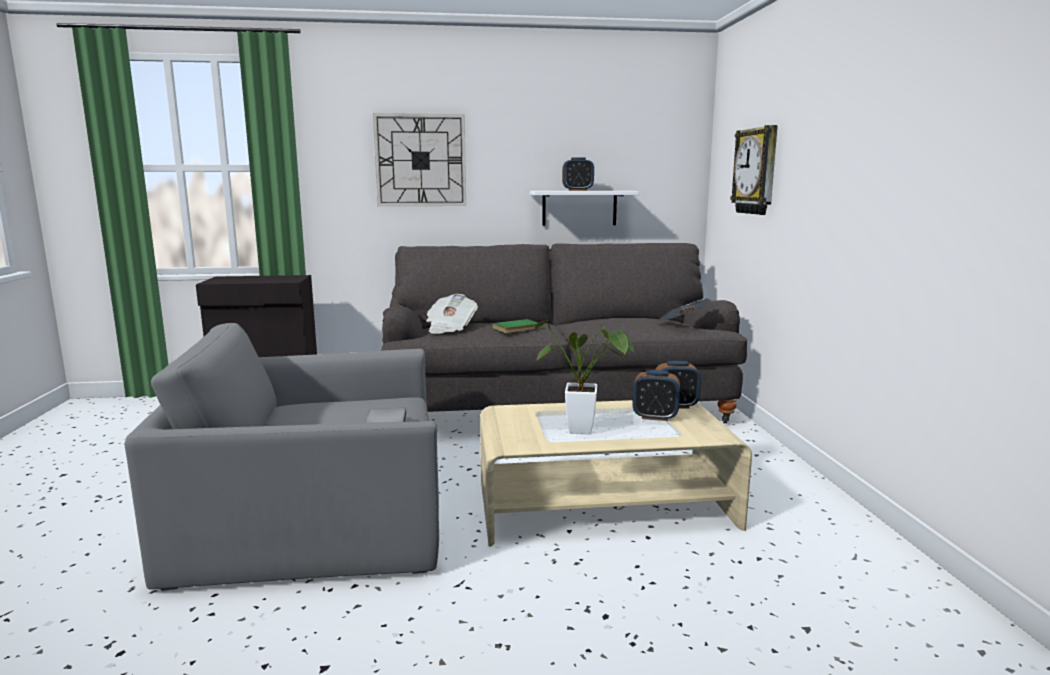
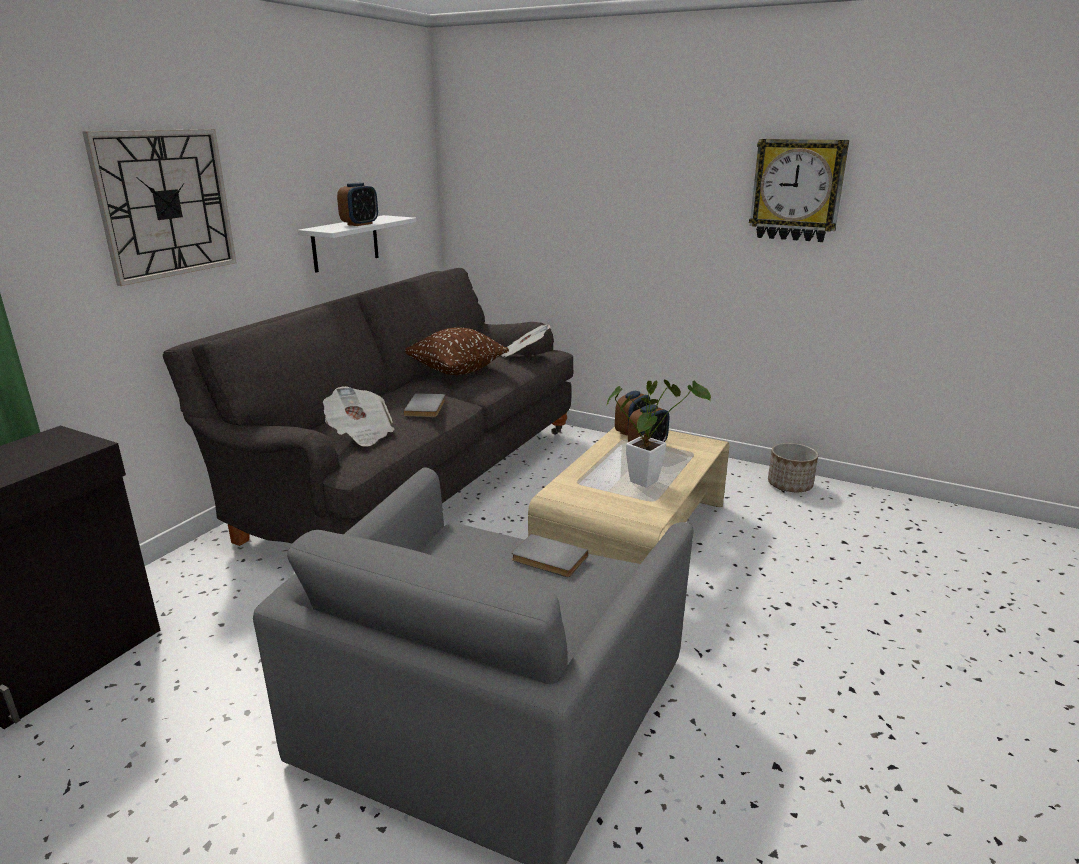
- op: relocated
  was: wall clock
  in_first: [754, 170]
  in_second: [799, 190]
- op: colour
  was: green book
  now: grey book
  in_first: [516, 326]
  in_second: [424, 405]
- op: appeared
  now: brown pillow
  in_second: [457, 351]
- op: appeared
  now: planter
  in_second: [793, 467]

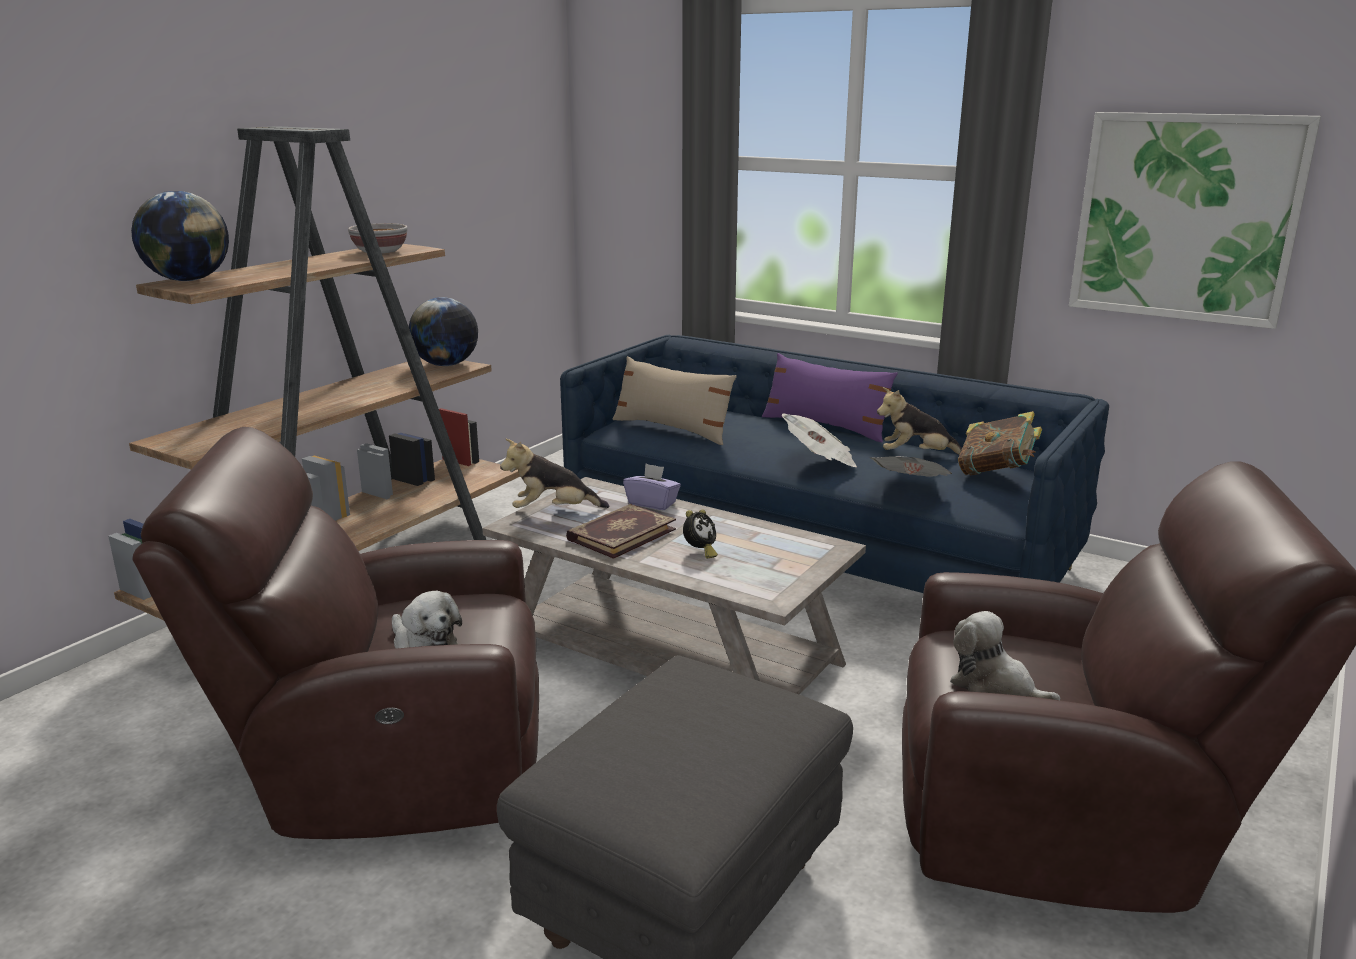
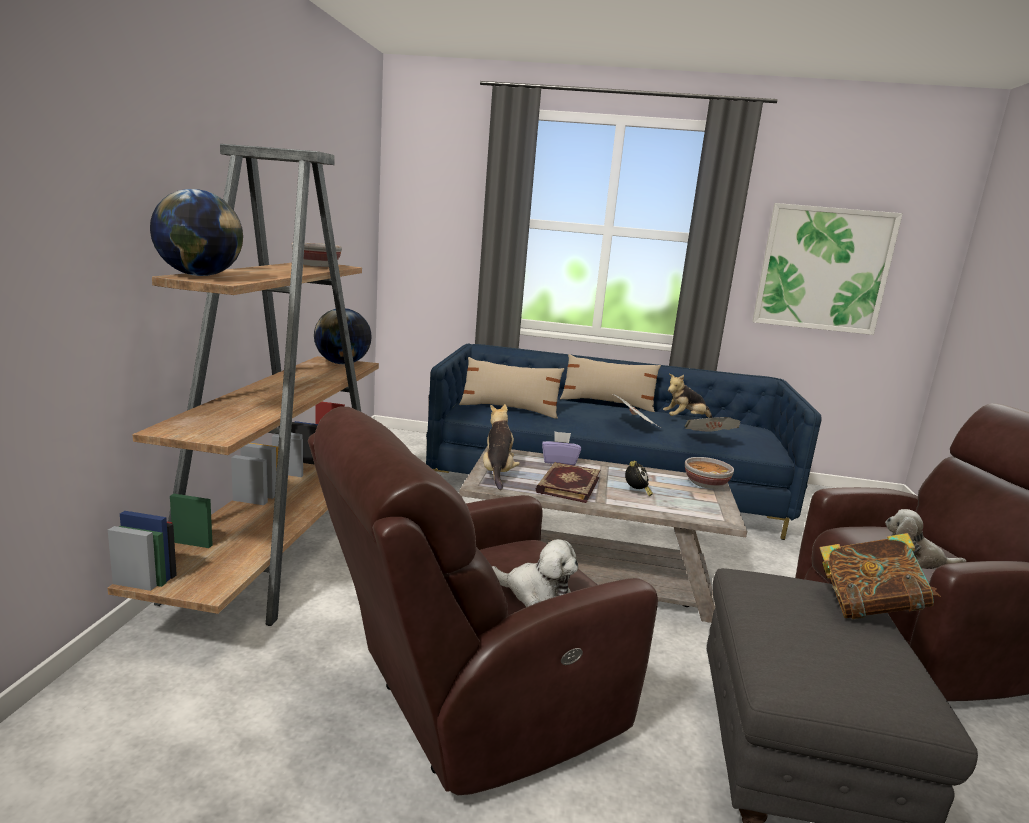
- op: colour
  was: purple pillow
  now: beige pillow
  in_first: [830, 397]
  in_second: [610, 383]
- op: relocated
  was: book
  in_first: [1000, 443]
  in_second: [880, 576]
- op: spun
  was: plush toy
  in_first: [554, 473]
  in_second: [501, 447]
  clockwise: 120
- op: appeared
  now: bowl
  in_second: [709, 473]

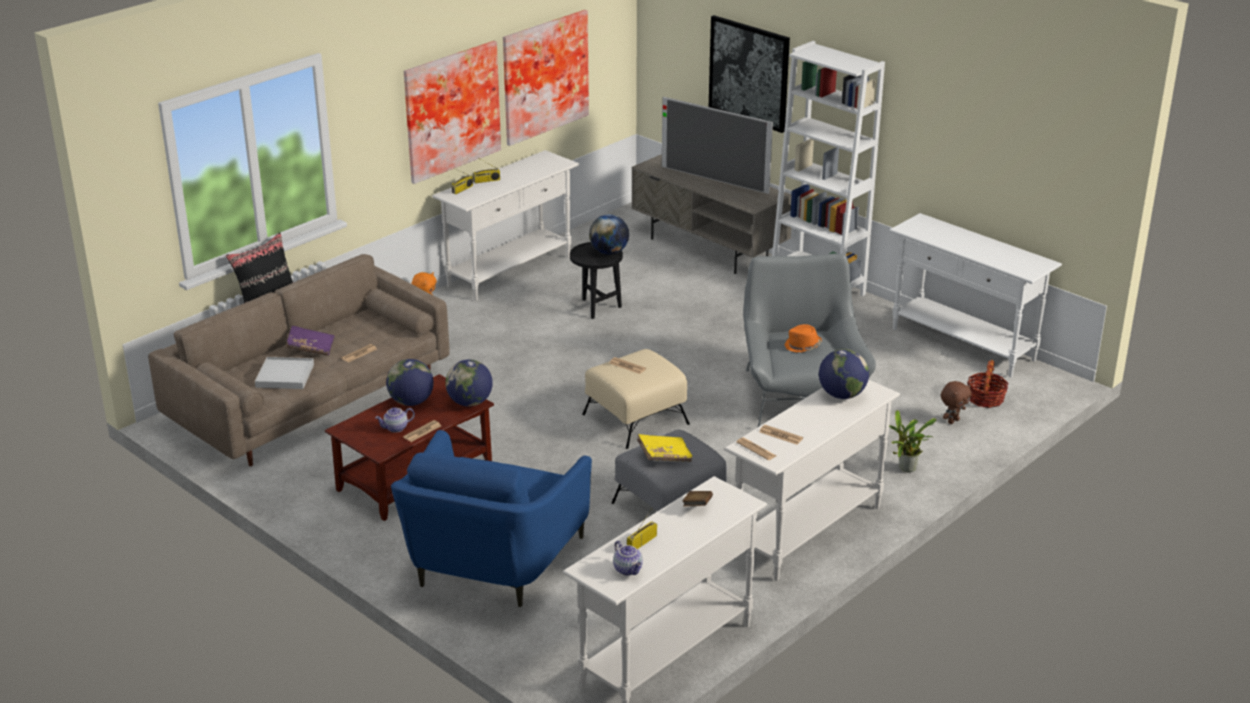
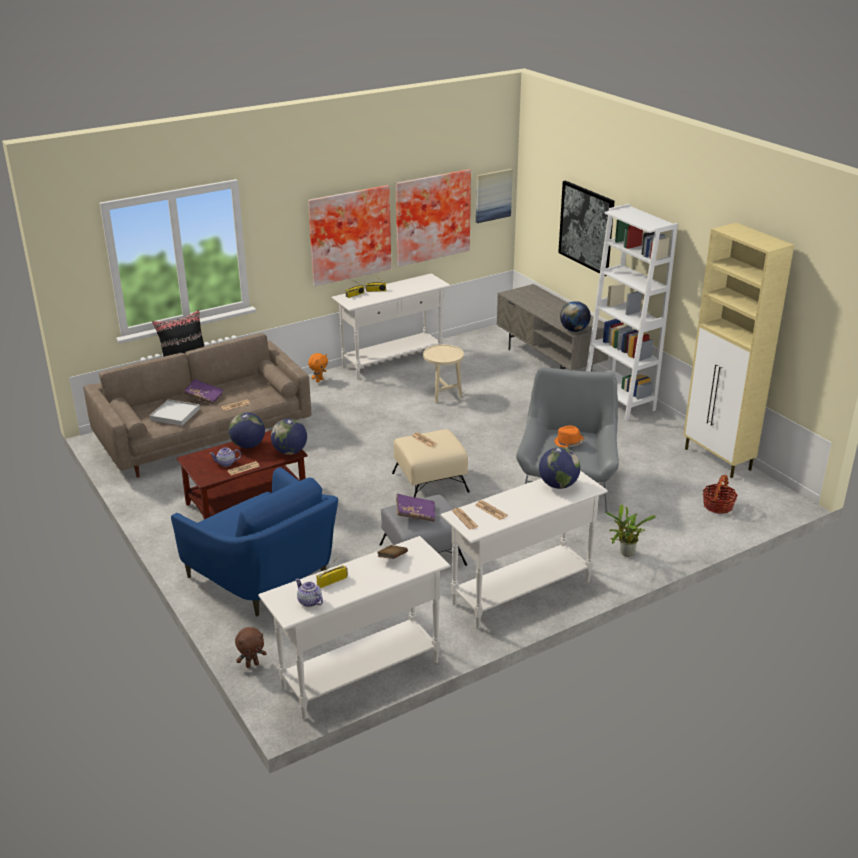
- op: missing
  was: television
  in_first: [717, 145]
- op: exchanged
  was: white console table
  now: beige cabinet
  in_first: [975, 295]
  in_second: [738, 350]
- op: relocated
  was: globe
  in_first: [609, 234]
  in_second: [575, 316]
- op: colour
  was: black side table
  now: beige side table
  in_first: [596, 280]
  in_second: [443, 374]
- op: relocated
  was: brown plush toy
  in_first: [956, 402]
  in_second: [251, 647]
- op: spun
  was: blue armchair
  in_first: [491, 518]
  in_second: [254, 541]
  clockwise: -75
- op: colour
  was: yellow book
  now: purple book
  in_first: [665, 448]
  in_second: [415, 508]
- op: spun
  was: teapot
  in_first: [628, 558]
  in_second: [309, 593]
  clockwise: 150
- op: appeared
  now: picture
  in_second: [494, 196]

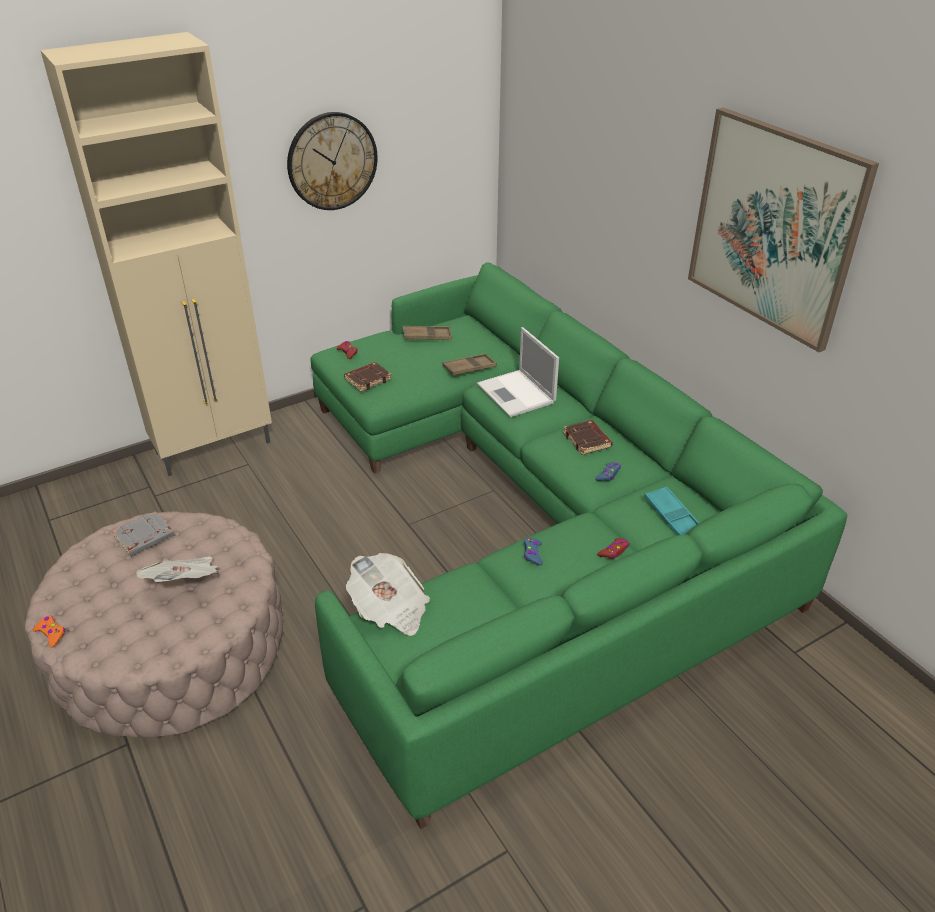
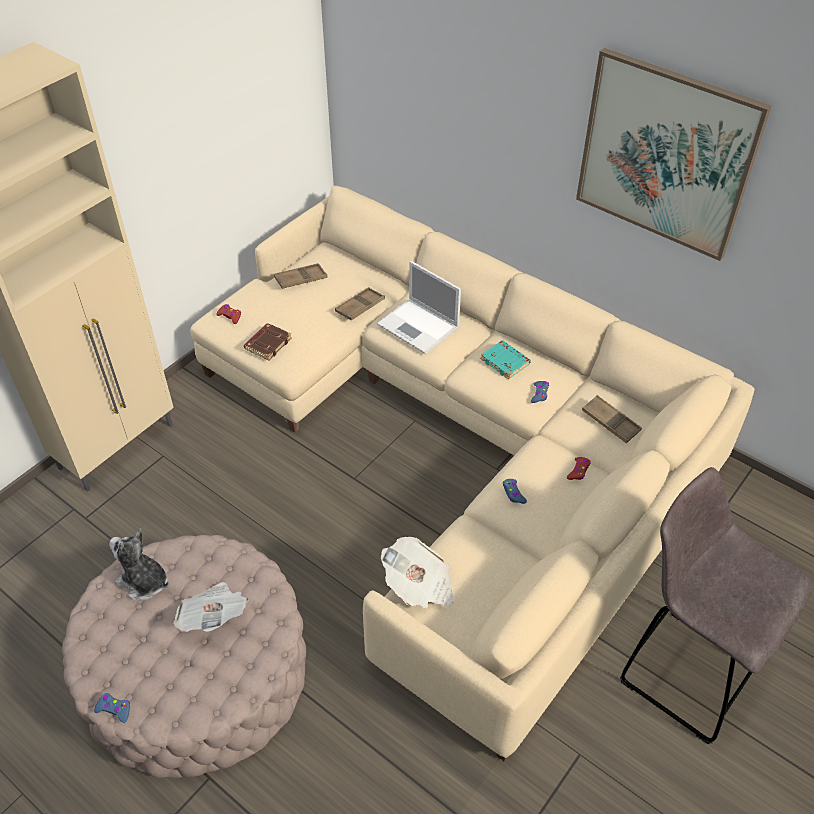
- op: missing
  was: wall clock
  in_first: [332, 161]
- op: colour
  was: green sofa
  now: beige sofa
  in_first: [579, 545]
  in_second: [472, 473]
- op: colour
  was: brown book
  now: turquoise book
  in_first: [588, 437]
  in_second: [506, 359]
- op: colour
  was: turquoise tray
  now: brown tray
  in_first: [671, 510]
  in_second: [612, 419]
- op: exchanged
  was: grey book
  now: plush toy
  in_first: [143, 533]
  in_second: [139, 564]
- op: colour
  was: orange game controller
  now: blue game controller
  in_first: [49, 631]
  in_second: [112, 708]
- op: appeared
  now: grey stool
  in_second: [717, 605]

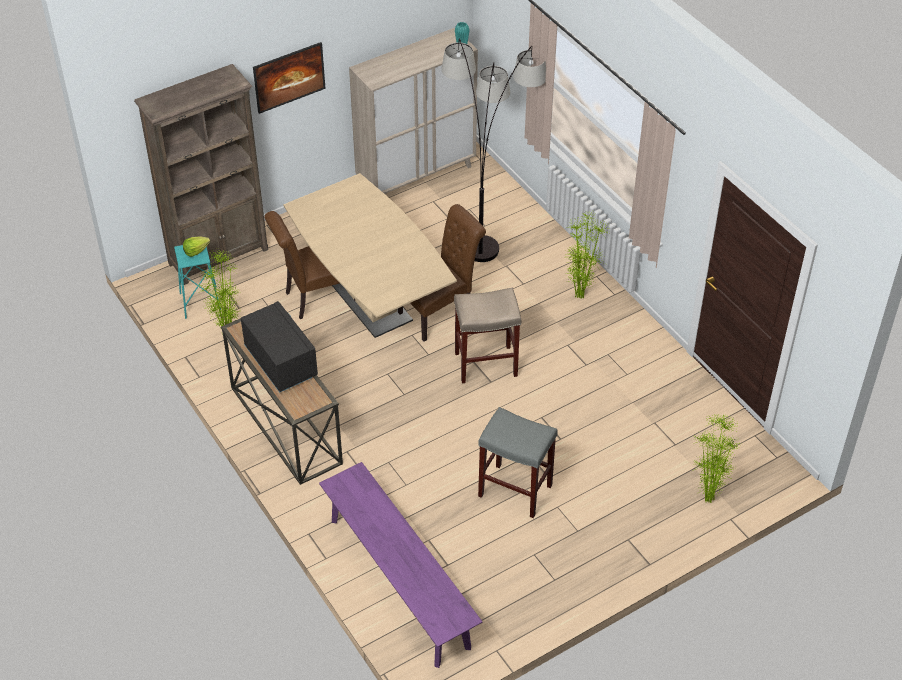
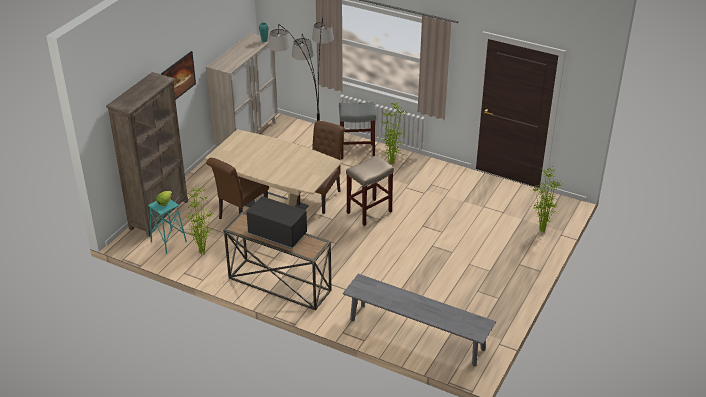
- op: relocated
  was: grey stool
  in_first: [518, 462]
  in_second: [357, 130]
- op: colour
  was: purple bench
  now: grey bench
  in_first: [400, 565]
  in_second: [419, 320]

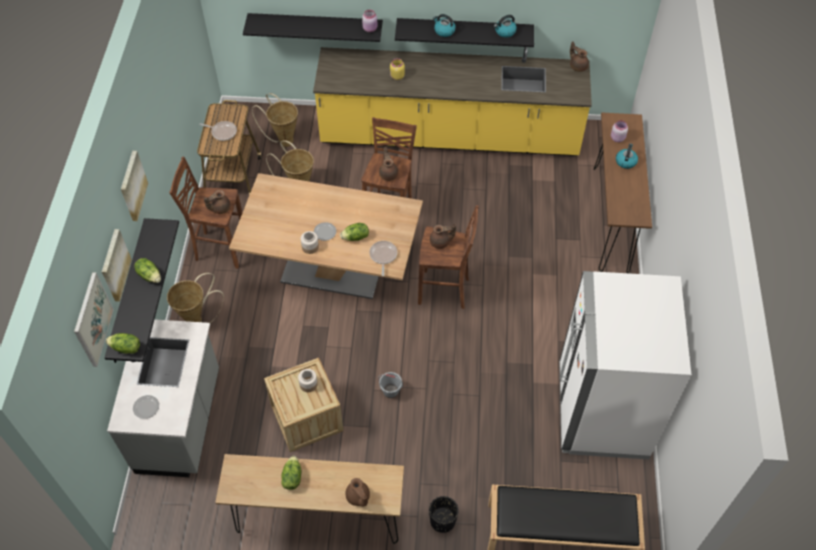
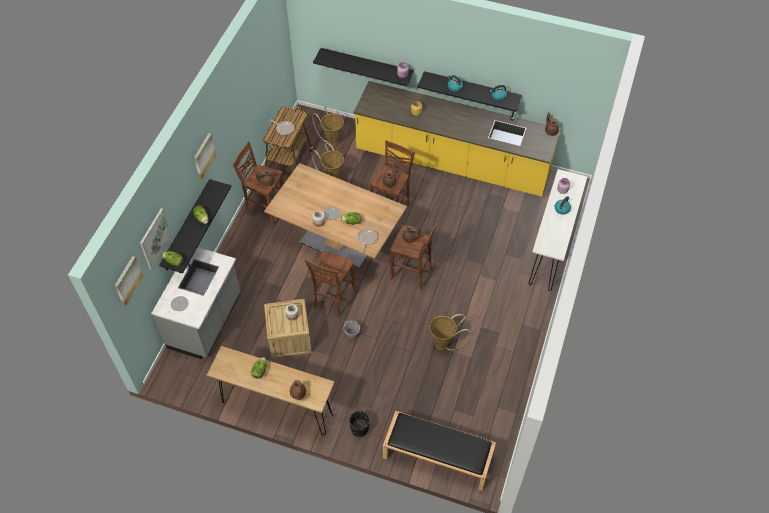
- op: colour
  was: brown console table
  now: white console table
  in_first: [623, 193]
  in_second: [558, 230]
- op: relocated
  was: picture
  in_first: [117, 265]
  in_second: [129, 281]
- op: missing
  was: white fridge
  in_first: [625, 365]
- op: relocated
  was: basket
  in_first: [195, 298]
  in_second: [450, 332]
- op: appeared
  now: brown stool
  in_second: [330, 283]

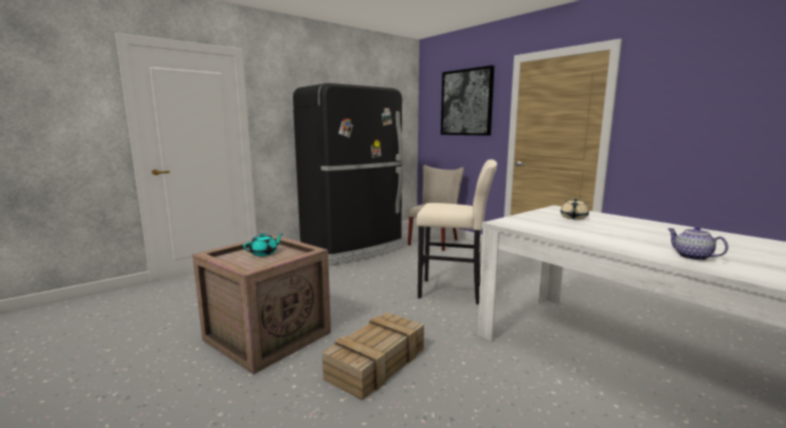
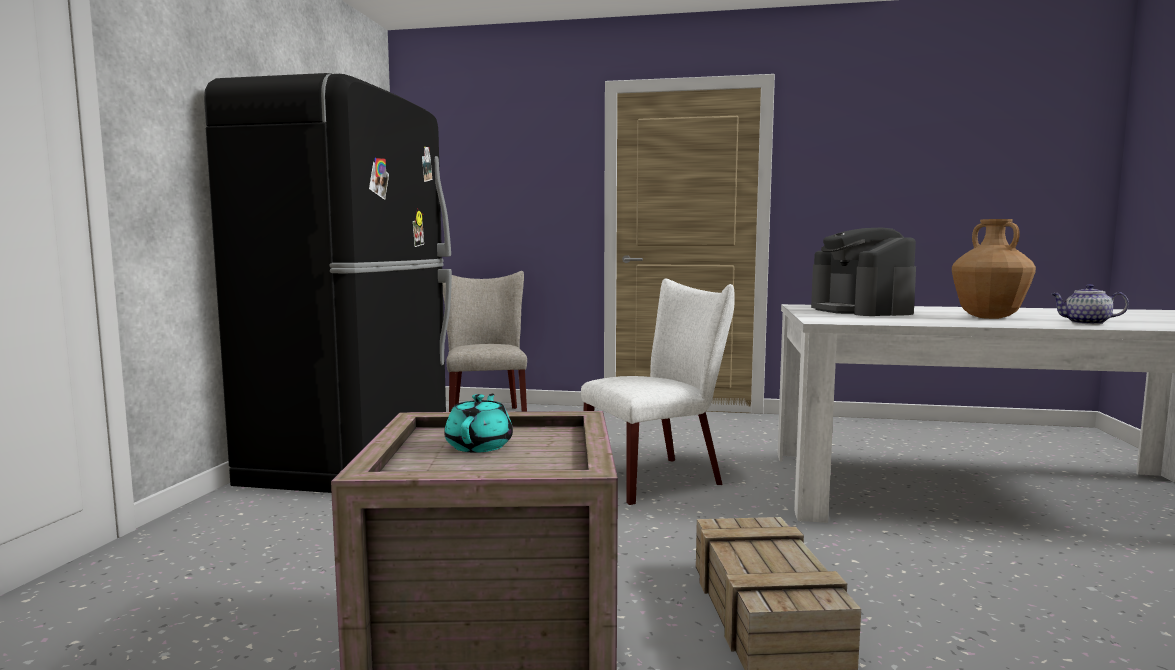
- op: missing
  was: picture
  in_first: [467, 100]
- op: exchanged
  was: beige stool
  now: white chair
  in_first: [457, 231]
  in_second: [658, 392]
- op: exchanged
  was: beige teapot
  now: coffee machine
  in_first: [574, 209]
  in_second: [863, 271]
- op: appeared
  now: brown vase
  in_second: [994, 269]

